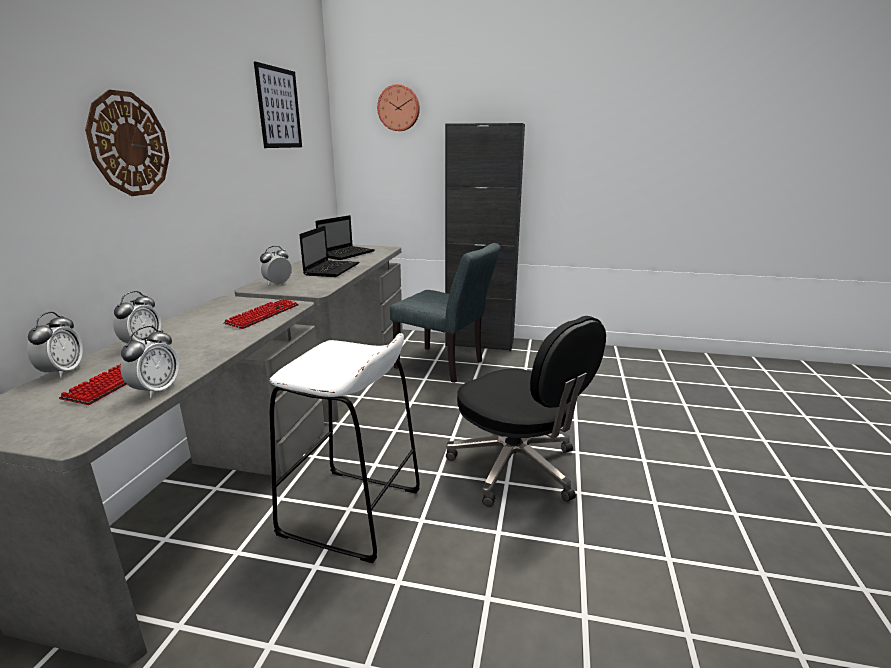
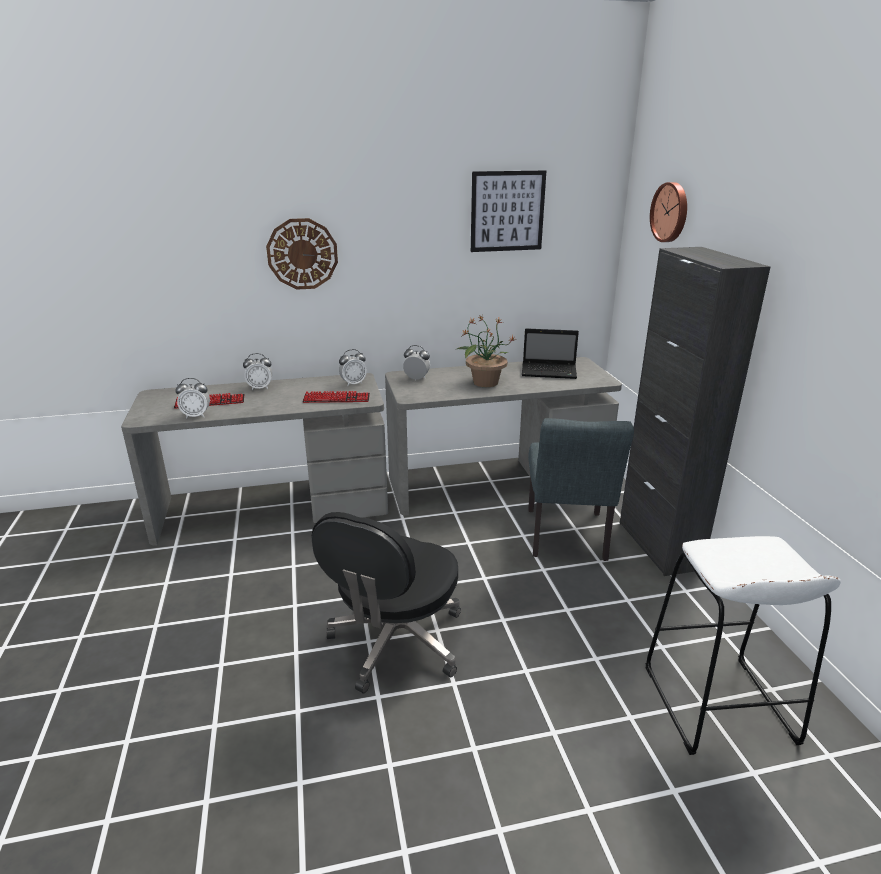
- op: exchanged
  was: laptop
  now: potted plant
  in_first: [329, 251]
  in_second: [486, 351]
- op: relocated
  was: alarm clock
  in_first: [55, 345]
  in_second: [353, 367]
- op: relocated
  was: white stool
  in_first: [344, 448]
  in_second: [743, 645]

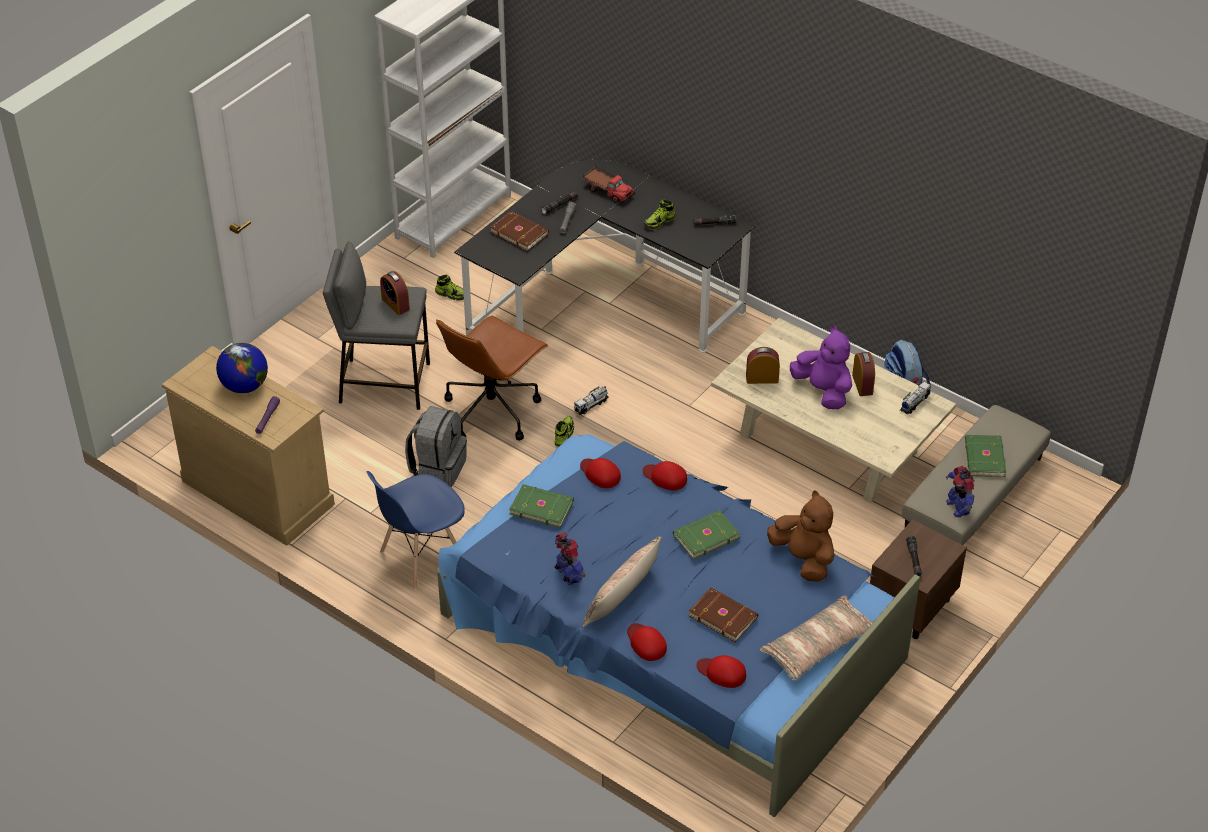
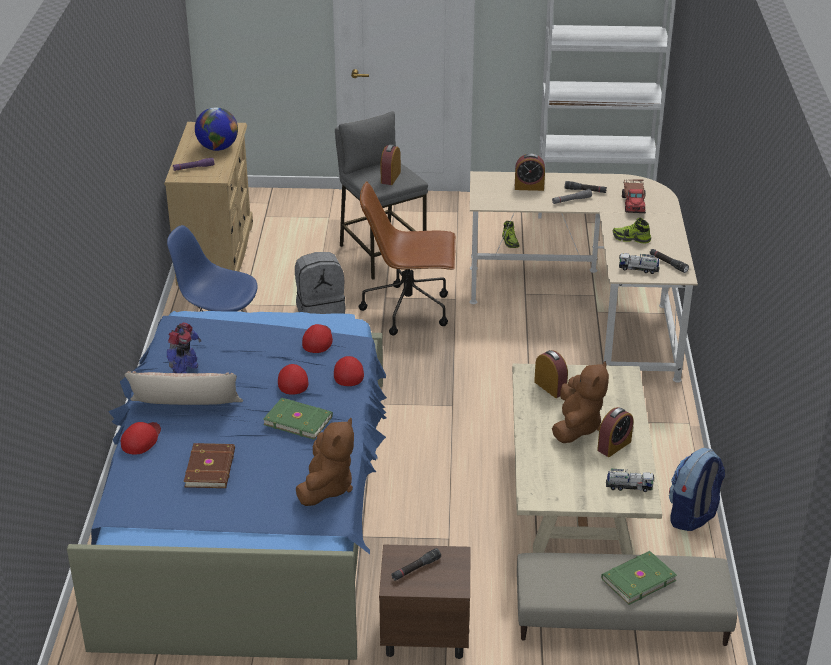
- op: colour
  was: black desk
  now: beige desk
  in_first: [605, 264]
  in_second: [583, 277]
- op: exchanged
  was: brown book
  now: alarm clock
  in_first: [519, 231]
  in_second: [530, 172]
- op: colour
  was: purple plush toy
  now: brown plush toy
  in_first: [821, 367]
  in_second: [580, 402]
- op: relocated
  was: toy truck
  in_first: [591, 400]
  in_second: [639, 263]
- op: missing
  was: shoe
  in_first: [564, 431]
- op: missing
  was: toy robot
  in_first: [960, 491]
- op: missing
  was: green book
  in_first: [541, 506]
- op: missing
  was: pillow
  in_first: [816, 638]
- op: relocated
  was: red cap
  in_first: [721, 671]
  in_second: [293, 379]

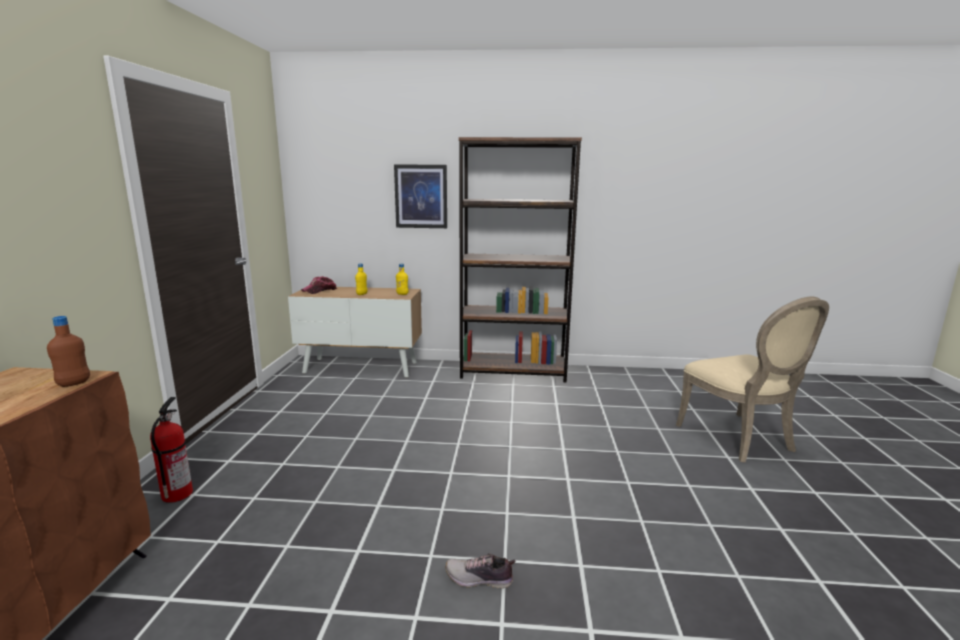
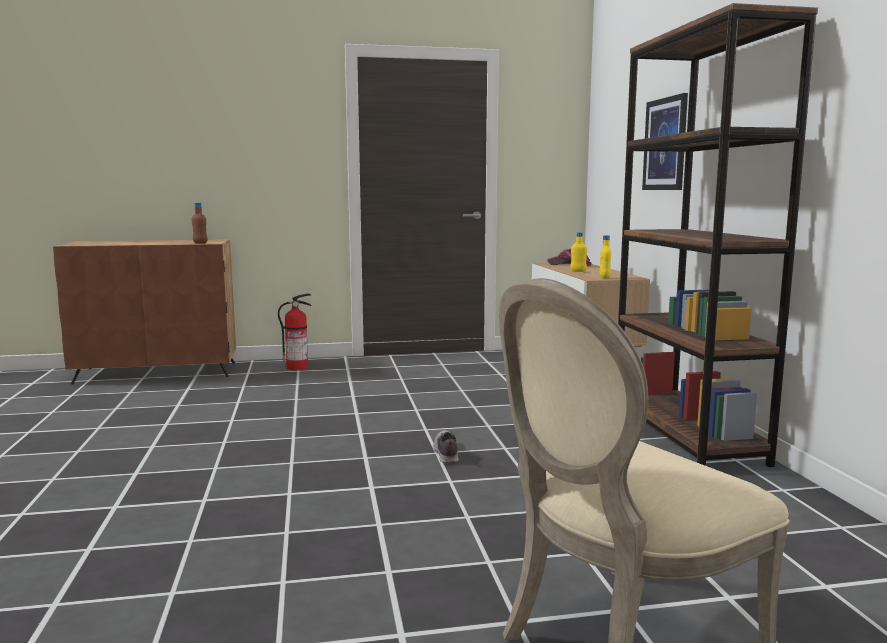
- op: relocated
  was: shoe
  in_first: [480, 571]
  in_second: [446, 446]

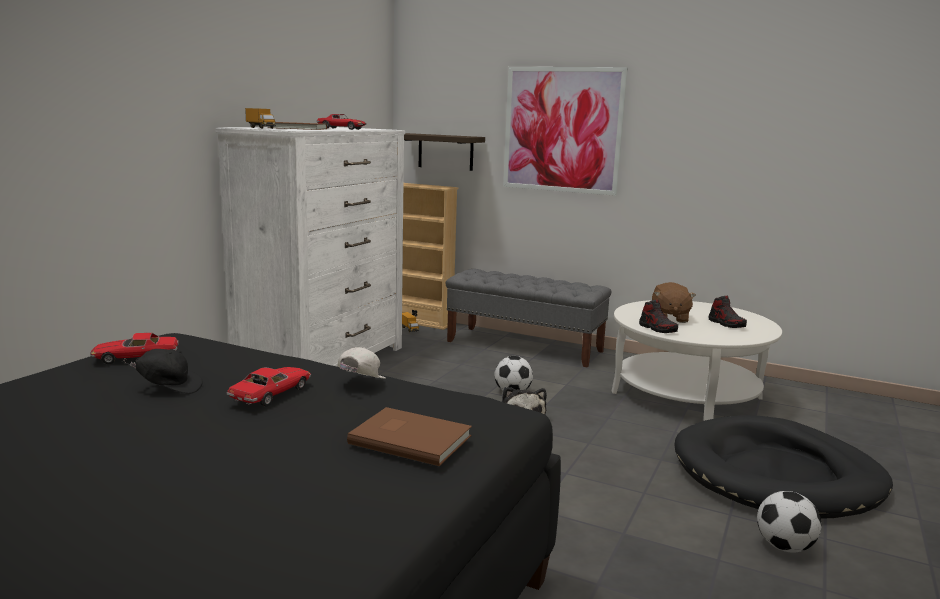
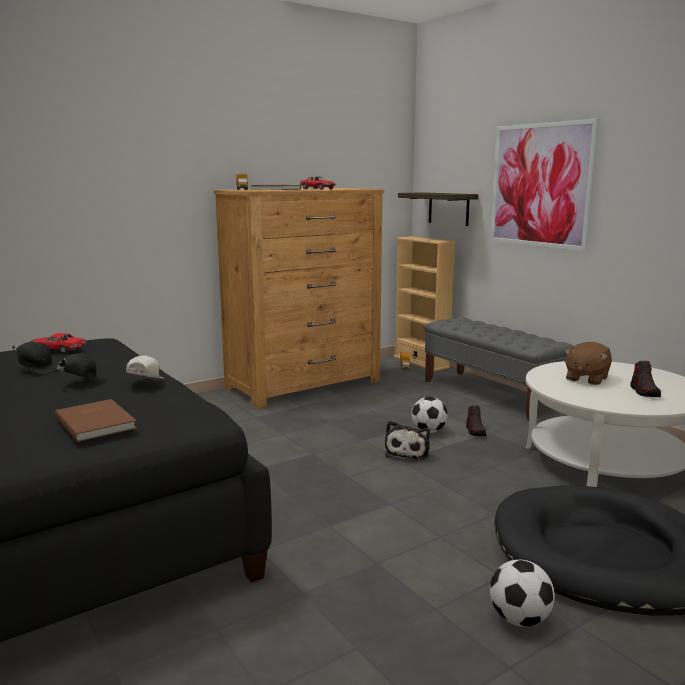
- op: colour
  was: white dresser
  now: brown dresser
  in_first: [310, 247]
  in_second: [298, 298]
- op: relocated
  was: shoe
  in_first: [658, 316]
  in_second: [476, 421]
- op: spun
  was: white cap
  in_first: [362, 363]
  in_second: [145, 367]
  clockwise: -45
- op: exchanged
  was: toy car
  now: black cap
  in_first: [269, 387]
  in_second: [79, 367]

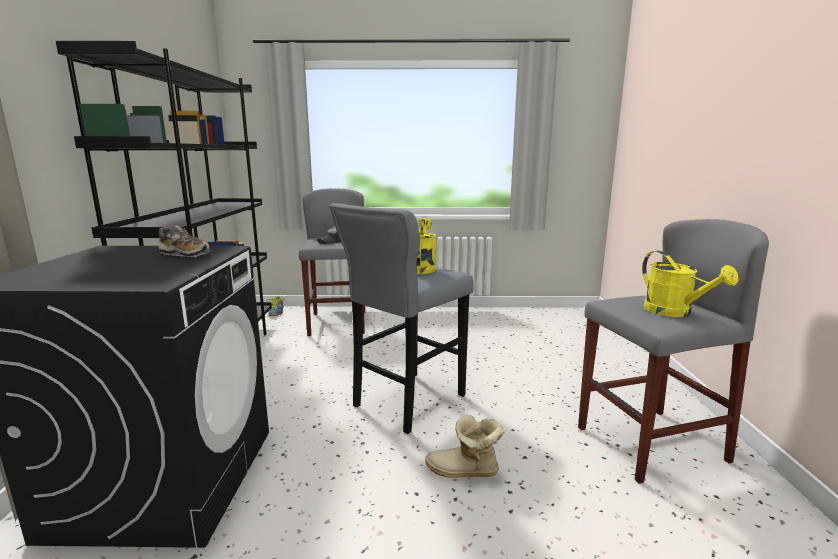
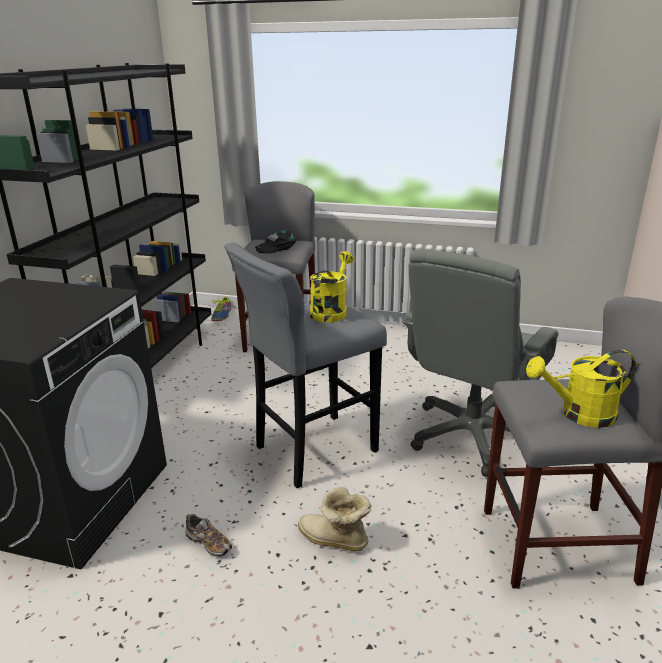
- op: relocated
  was: shoe
  in_first: [185, 241]
  in_second: [208, 536]
- op: spun
  was: yellow watering can
  in_first: [690, 284]
  in_second: [581, 389]
  clockwise: 90
- op: appeared
  now: grey office chair
  in_second: [480, 363]

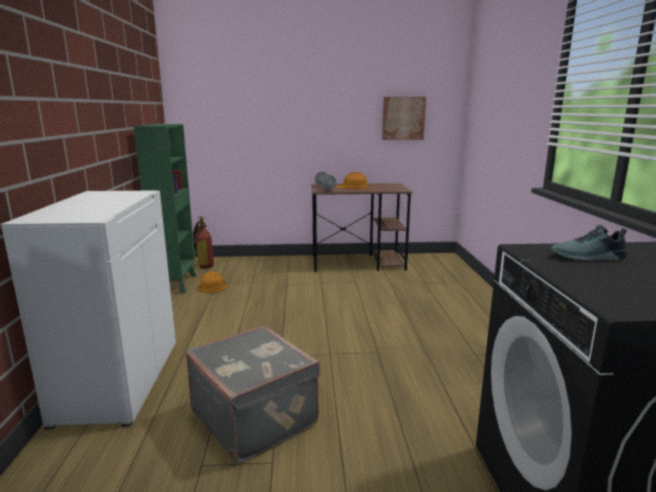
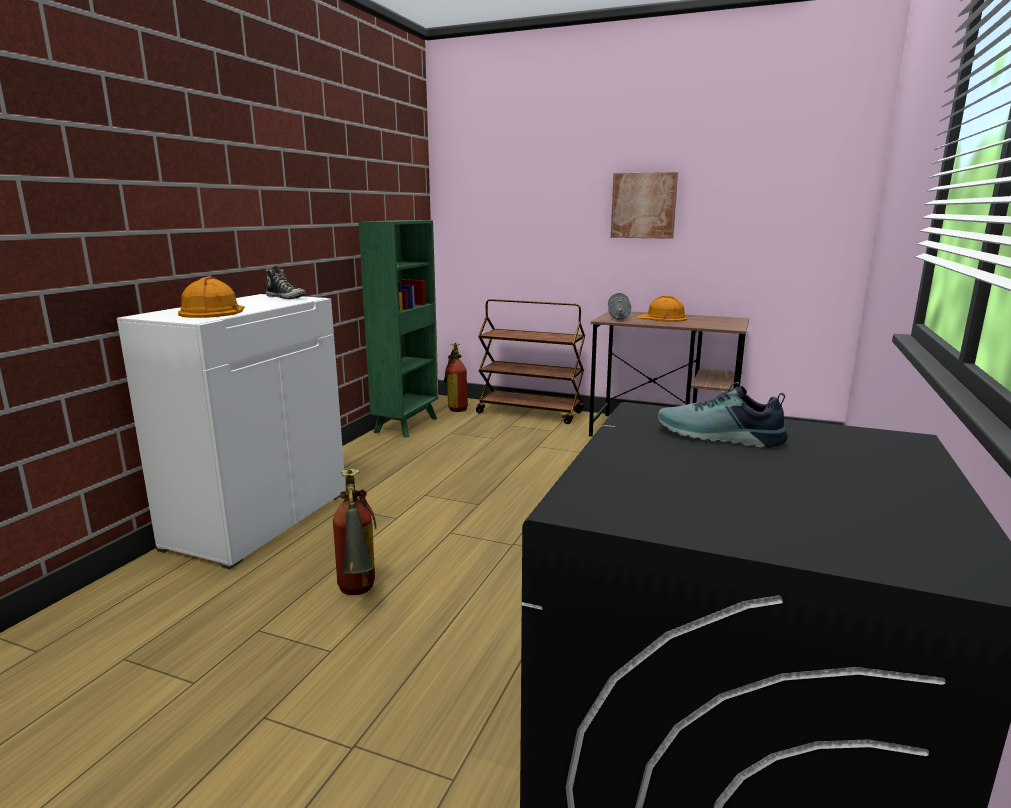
- op: relocated
  was: picture
  in_first: [404, 118]
  in_second: [644, 205]
- op: relocated
  was: orange hard hat
  in_first: [213, 282]
  in_second: [211, 297]
- op: exchanged
  was: grey suitcase
  now: fire extinguisher
  in_first: [253, 394]
  in_second: [354, 532]
- op: appeared
  now: shoe
  in_second: [286, 282]
- op: appeared
  now: brown cart
  in_second: [530, 361]

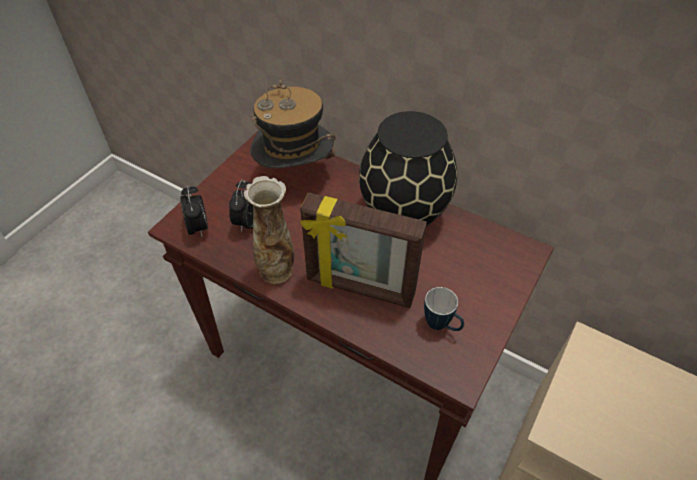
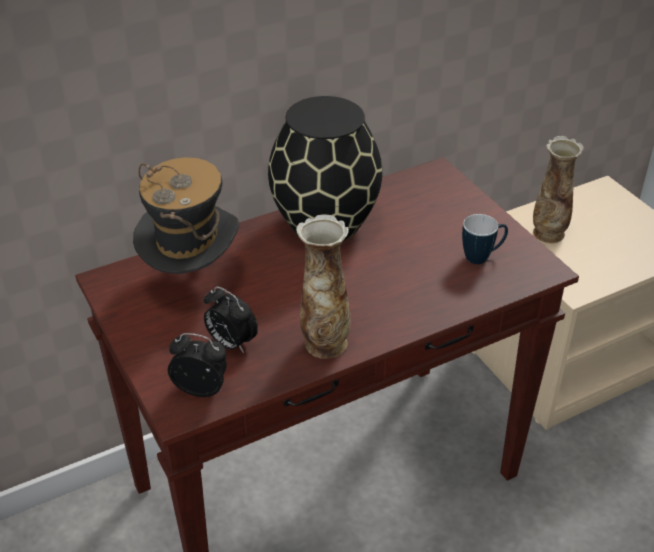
- op: missing
  was: picture frame
  in_first: [363, 250]
- op: appeared
  now: vase
  in_second: [558, 189]

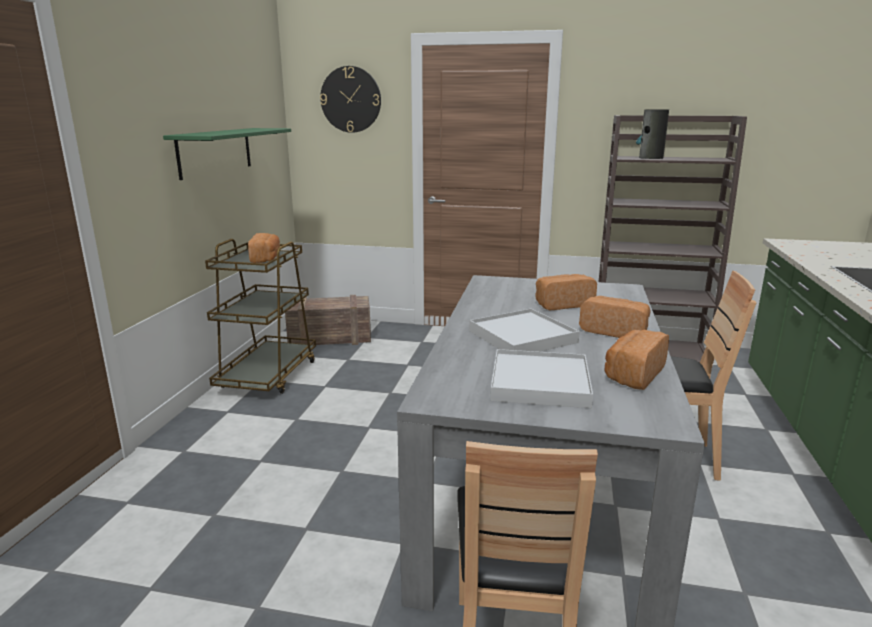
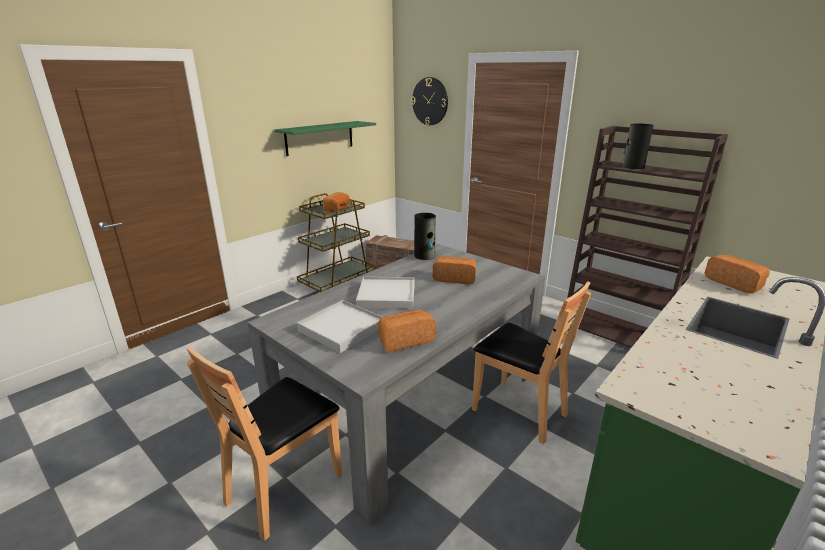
- op: relocated
  was: bread
  in_first: [615, 317]
  in_second: [737, 274]
- op: appeared
  now: vase
  in_second: [425, 236]

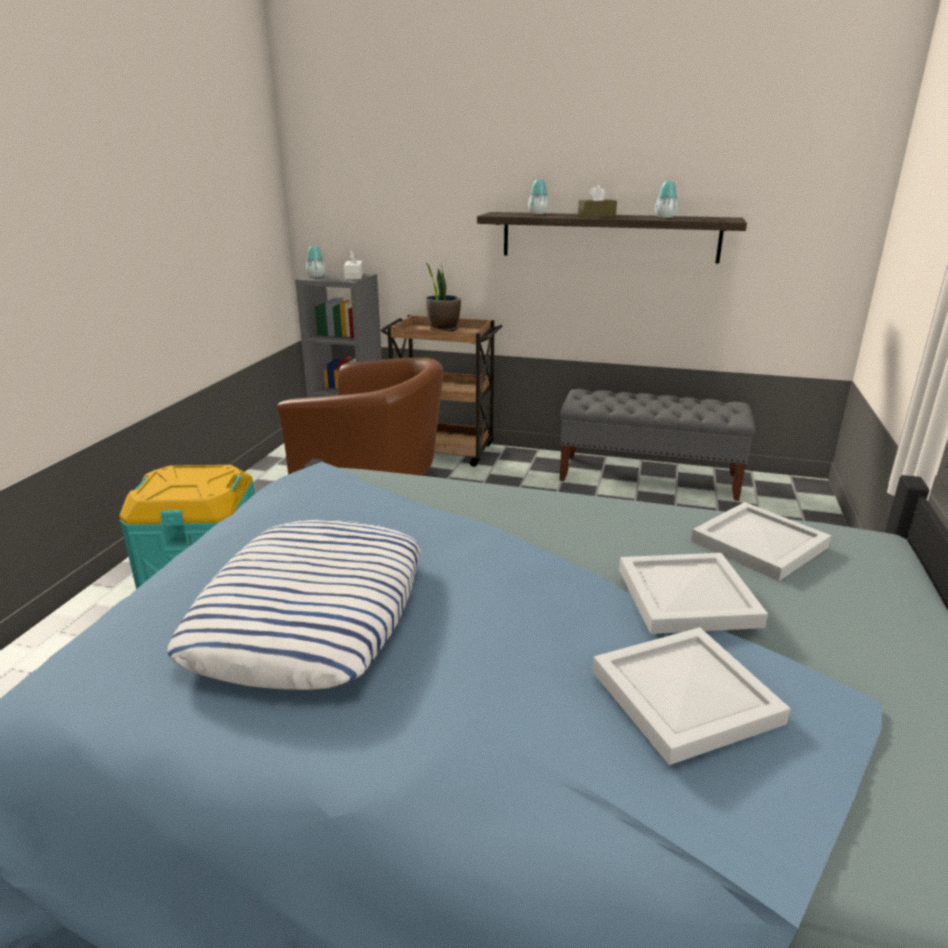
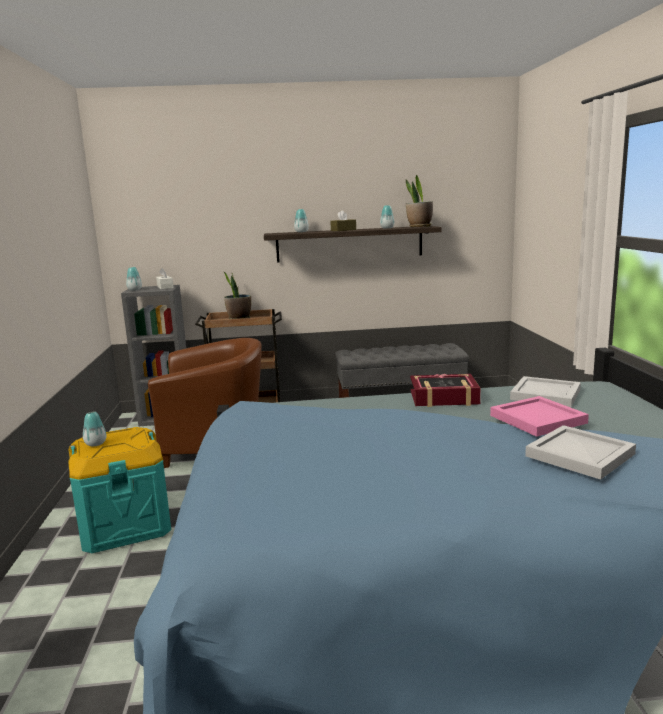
- op: missing
  was: pillow
  in_first: [293, 605]
- op: colour
  was: white tray
  now: pink tray
  in_first: [693, 593]
  in_second: [539, 416]
- op: appeared
  now: potted plant
  in_second: [419, 201]
- op: appeared
  now: book
  in_second: [445, 390]
- op: appeared
  now: vase
  in_second: [94, 429]

